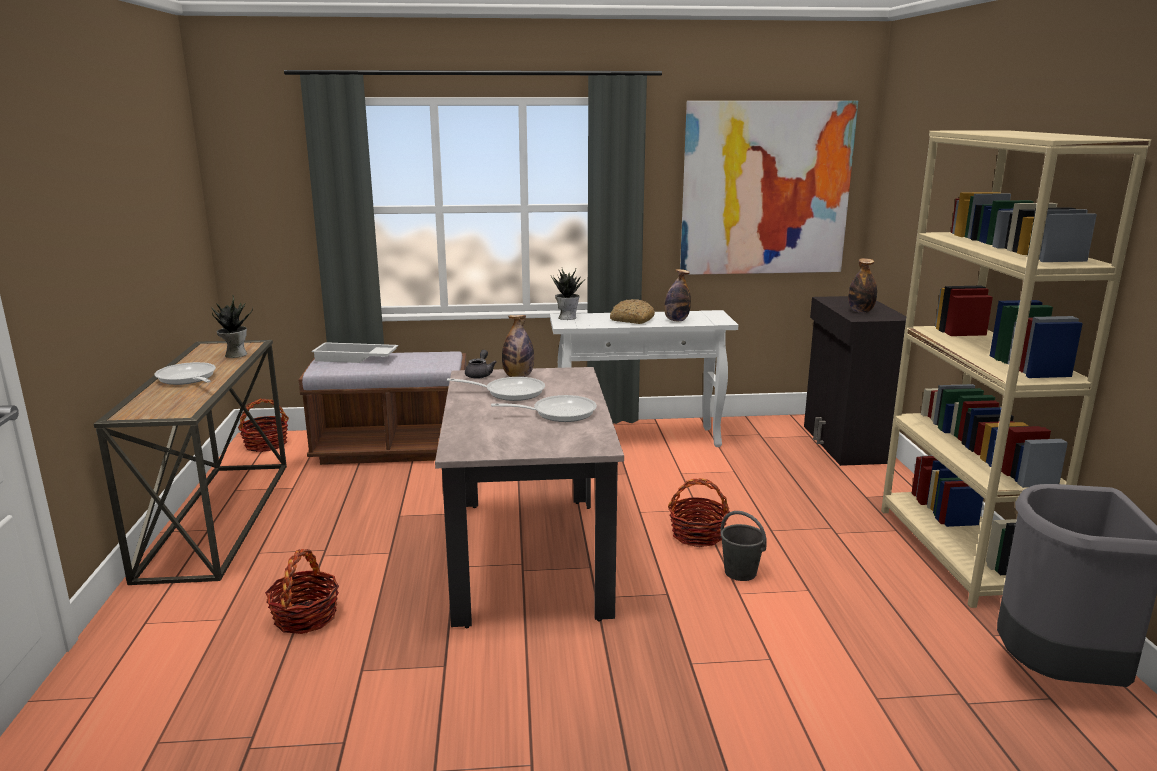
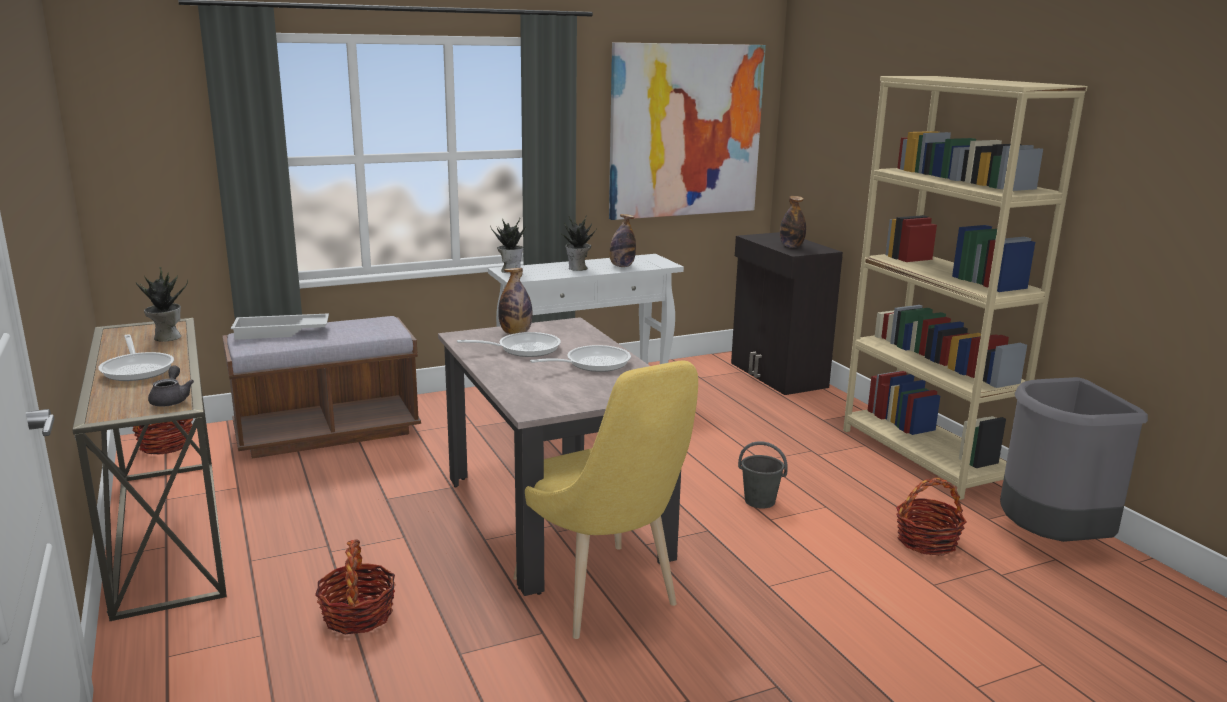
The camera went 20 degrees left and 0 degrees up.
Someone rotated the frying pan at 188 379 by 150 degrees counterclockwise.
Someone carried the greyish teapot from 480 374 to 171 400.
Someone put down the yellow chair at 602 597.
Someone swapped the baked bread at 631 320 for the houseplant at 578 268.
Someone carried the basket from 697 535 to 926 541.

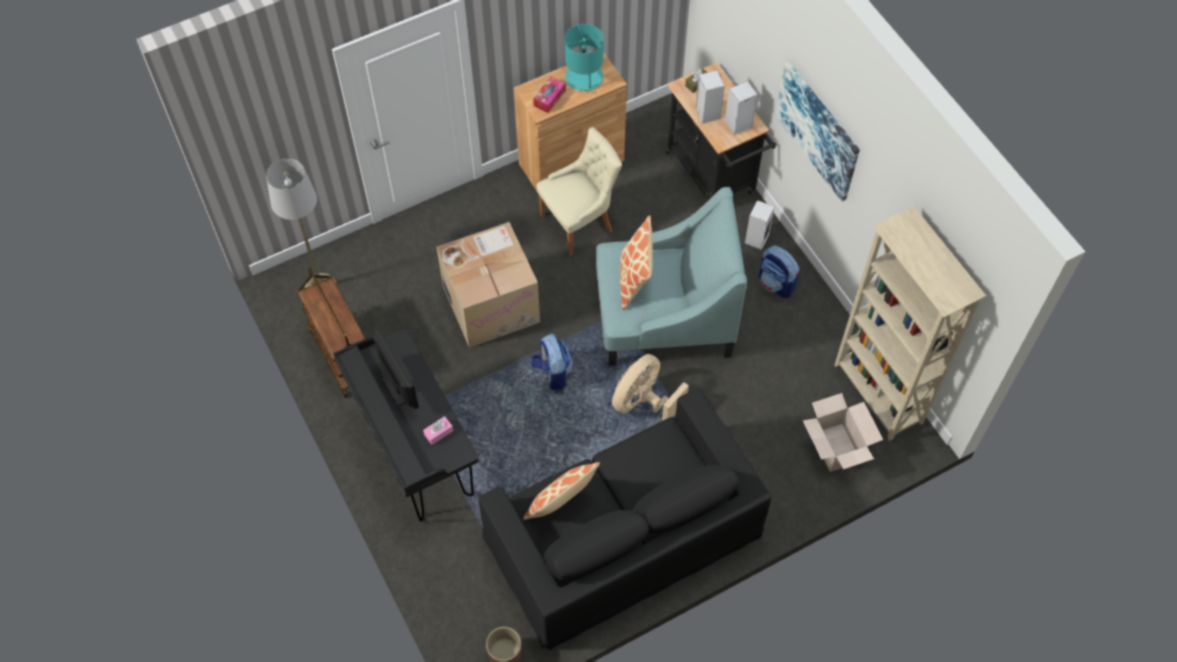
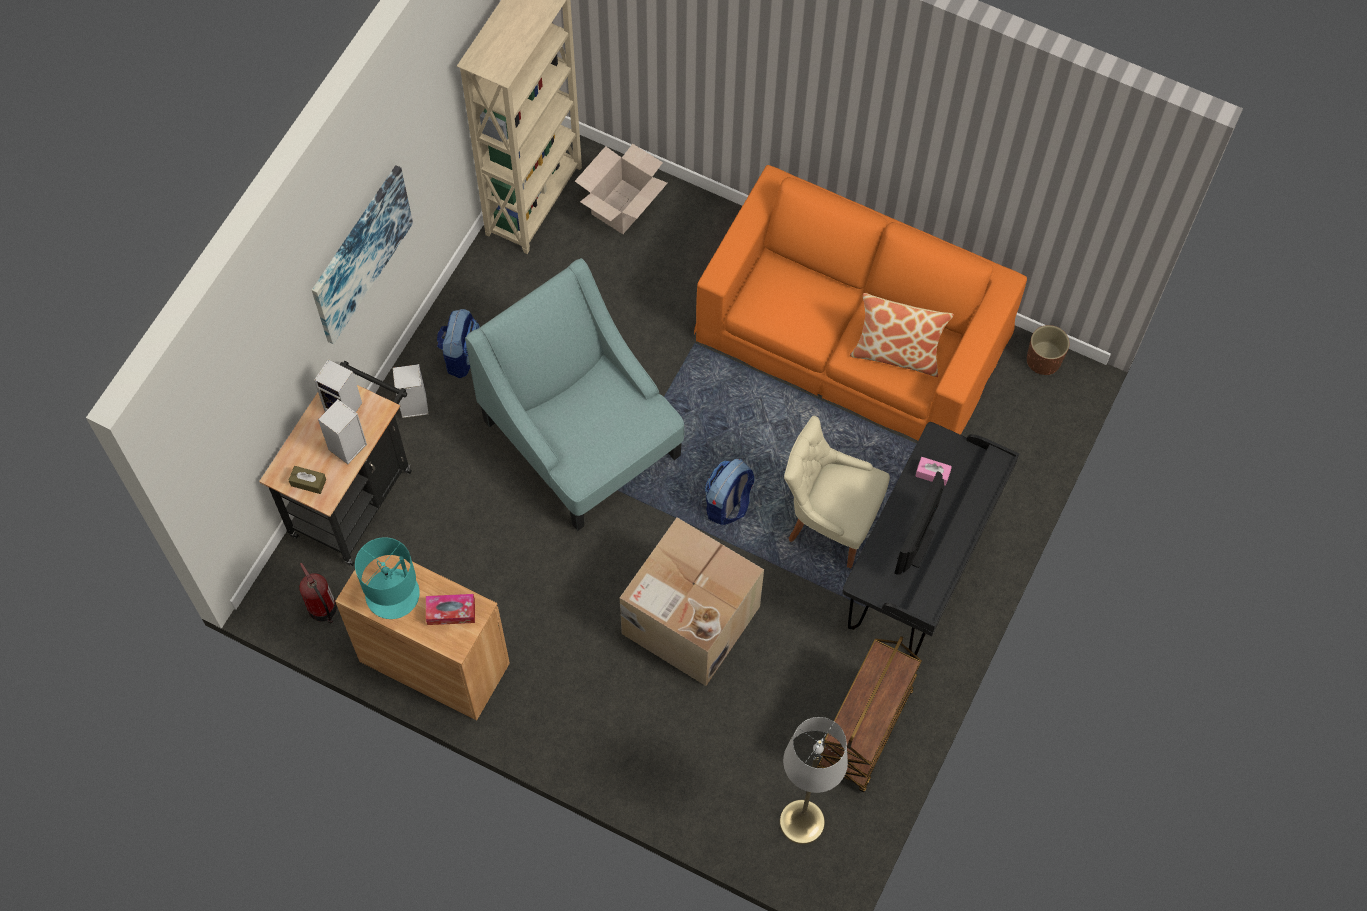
The camera went 125 degrees left and 5 degrees up.
Someone put down the fire-fighting cylinder at 323 609.
Someone repainted the black couch at 622 535, which became the orange-coloured couch at 854 333.
Someone carried the beige chair from 579 222 to 829 521.
Someone took away the beige cooling fan at 643 402.
Someone took away the pillow at 635 279.

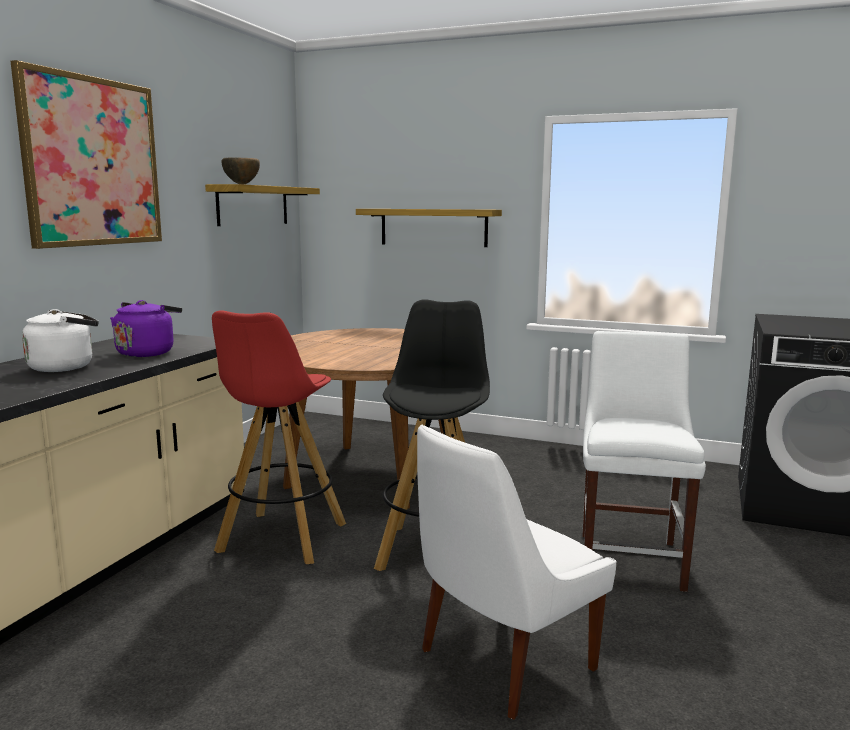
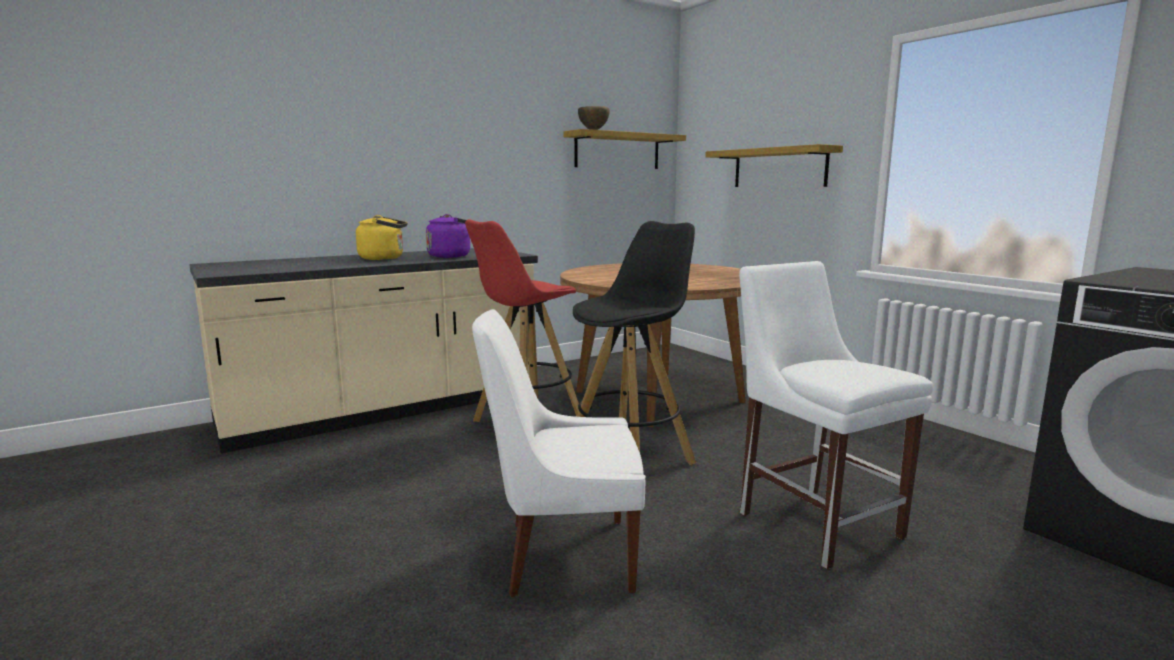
The camera went 35 degrees right and 0 degrees up.
Someone repainted the white-coloured kettle at 65 367, which became the yellow kettle at 384 258.
Someone rotated the white-coloured chair at 630 557 by 75 degrees counterclockwise.
Someone took away the wall art at 92 162.

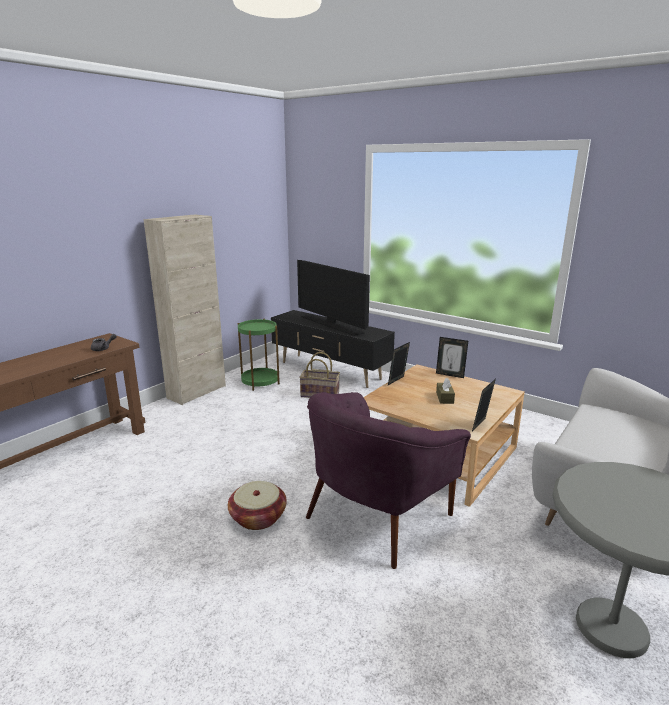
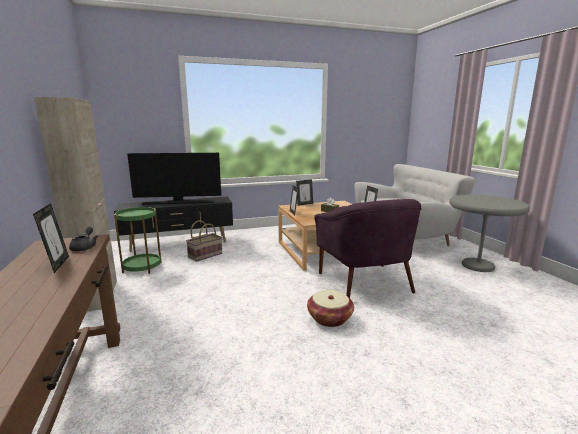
The camera went 55 degrees left and 5 degrees down.
Someone put down the standing frame at 57 264.

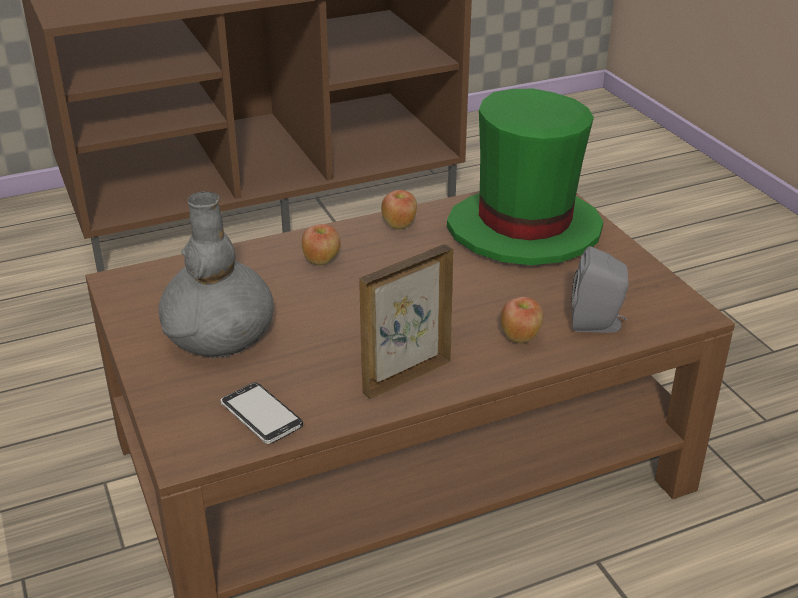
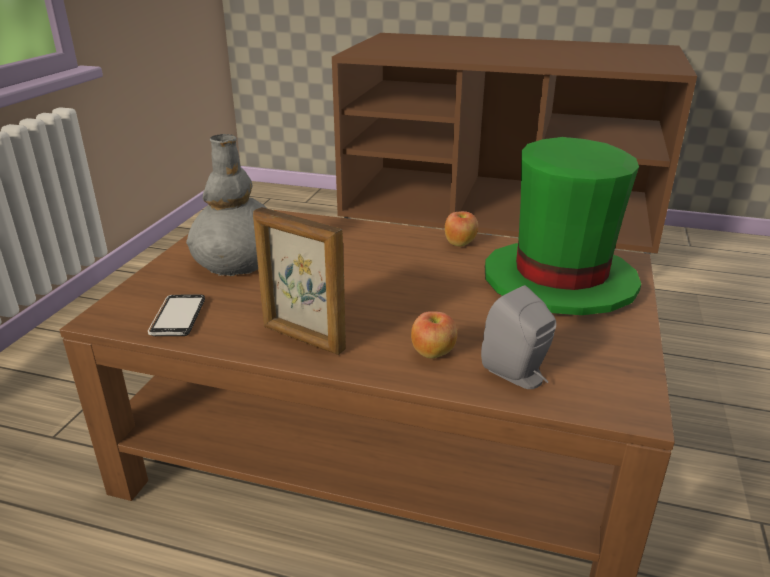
The camera went 40 degrees right and 5 degrees down.
Someone rotated the standing frame at 405 376 by 150 degrees counterclockwise.
Someone took away the apple at 322 261.

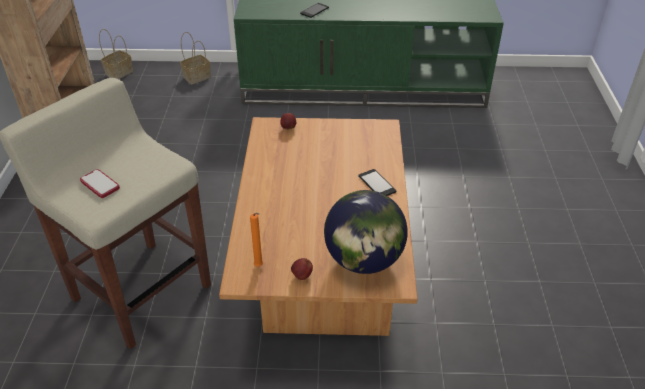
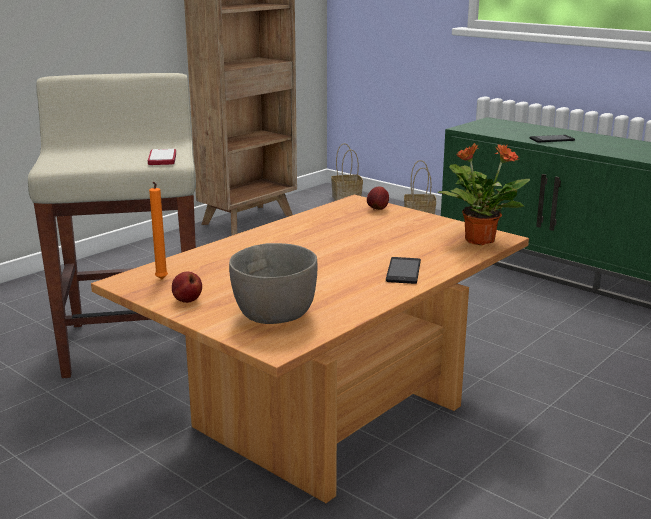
The camera went 40 degrees right and 20 degrees down.
Someone carried the handset from 100 184 to 162 159.
Someone swapped the world globe at 363 260 for the greyish serving bowl at 273 316.
Someone put down the houseplant at 478 240.

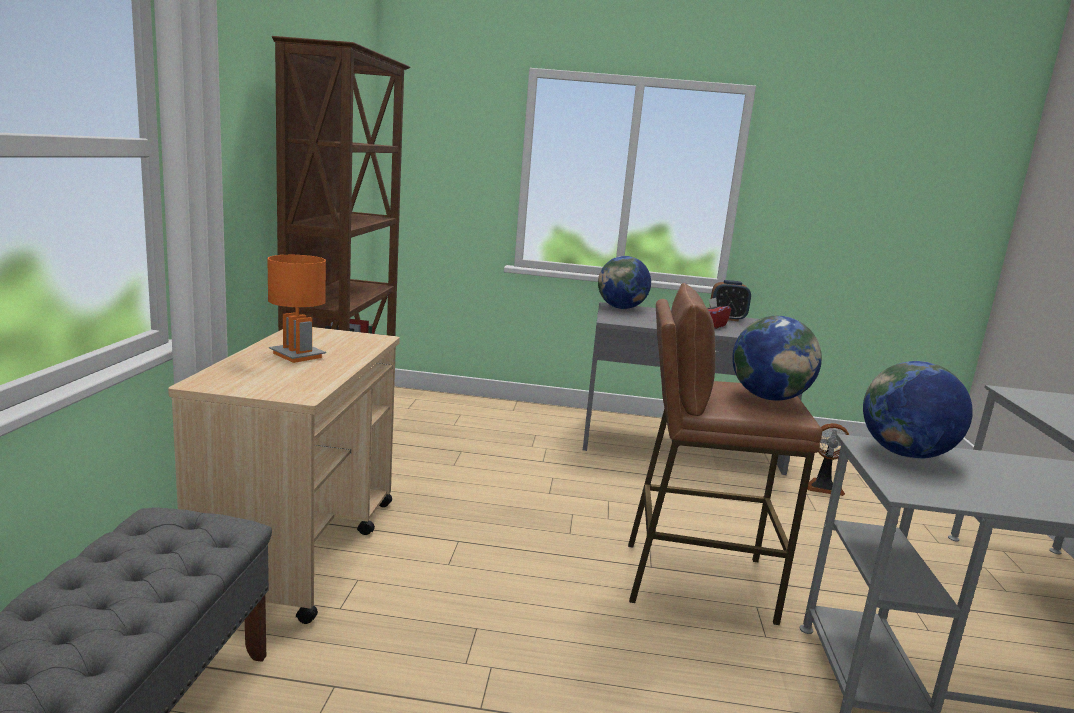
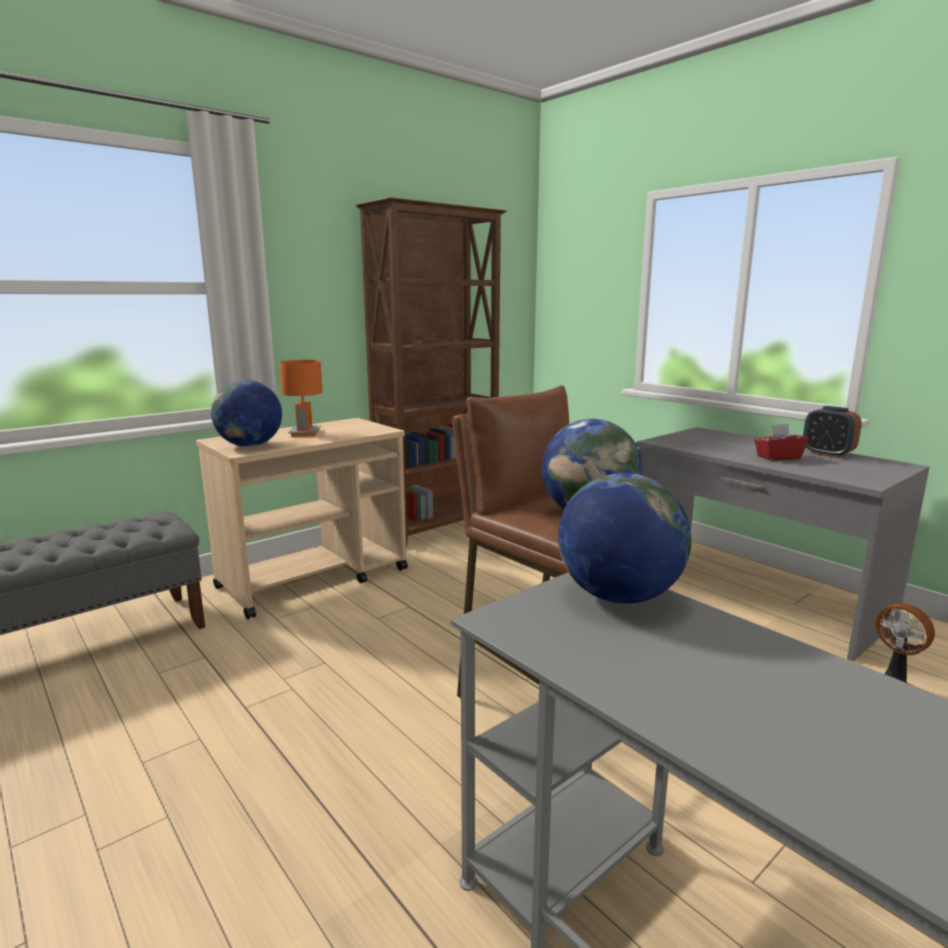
The camera went 45 degrees right and 0 degrees up.
Someone carried the world globe from 621 308 to 250 446.

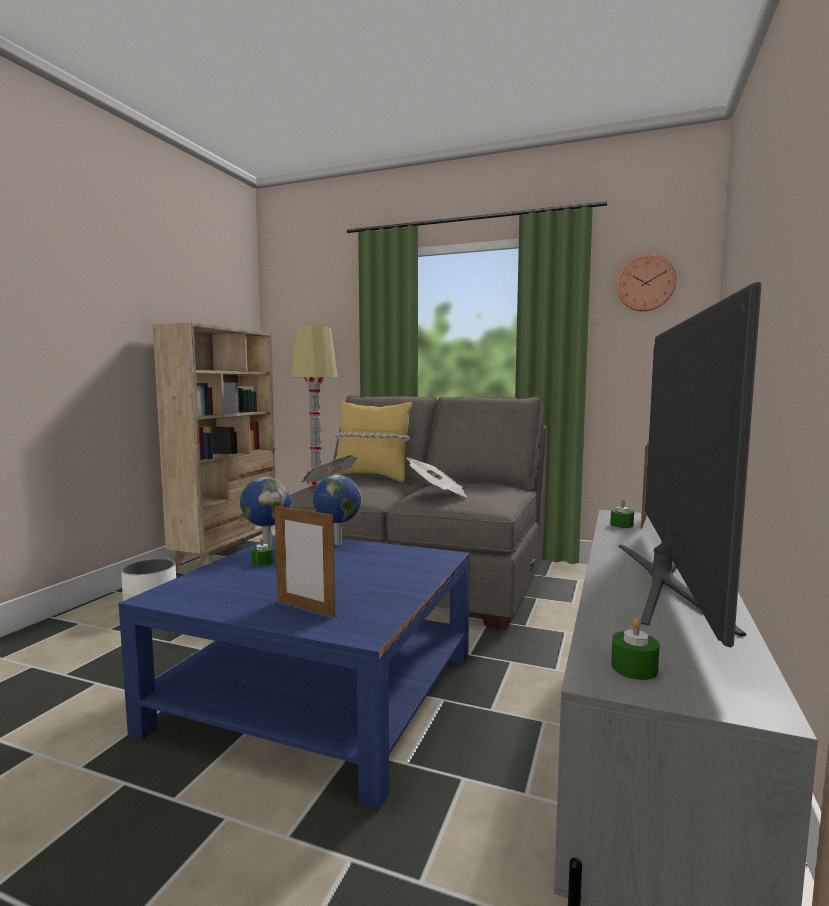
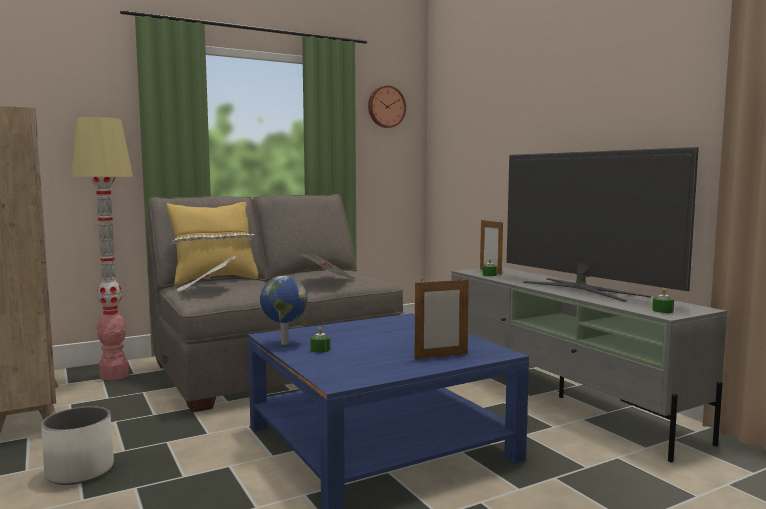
The camera went 50 degrees left and 0 degrees up.
Someone took away the world globe at 337 544.

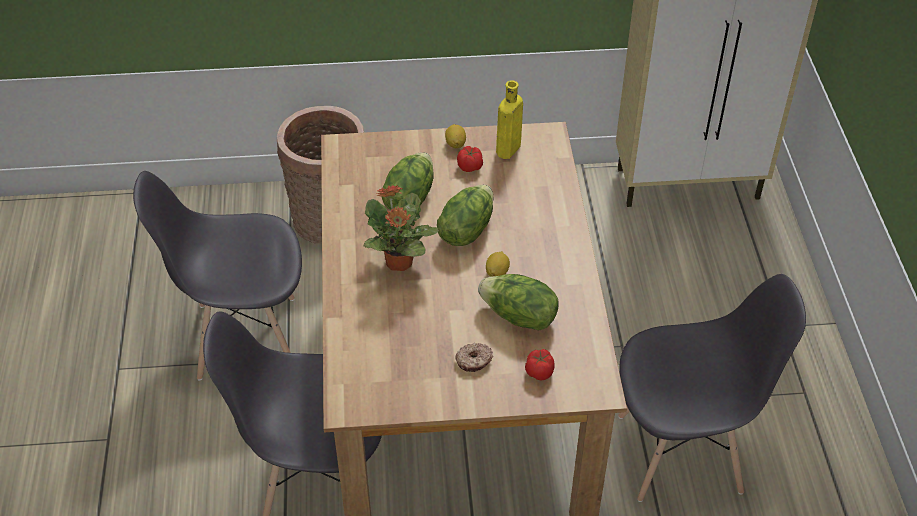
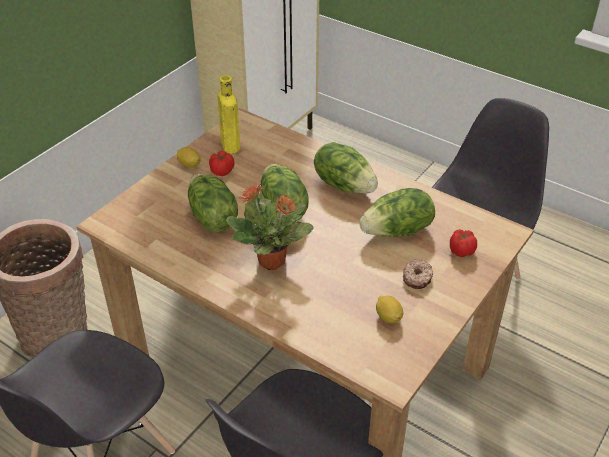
The camera went 50 degrees left and 5 degrees down.
Someone put down the lettuce head at 344 184.
Someone carried the whole lemon from 497 272 to 388 317.

